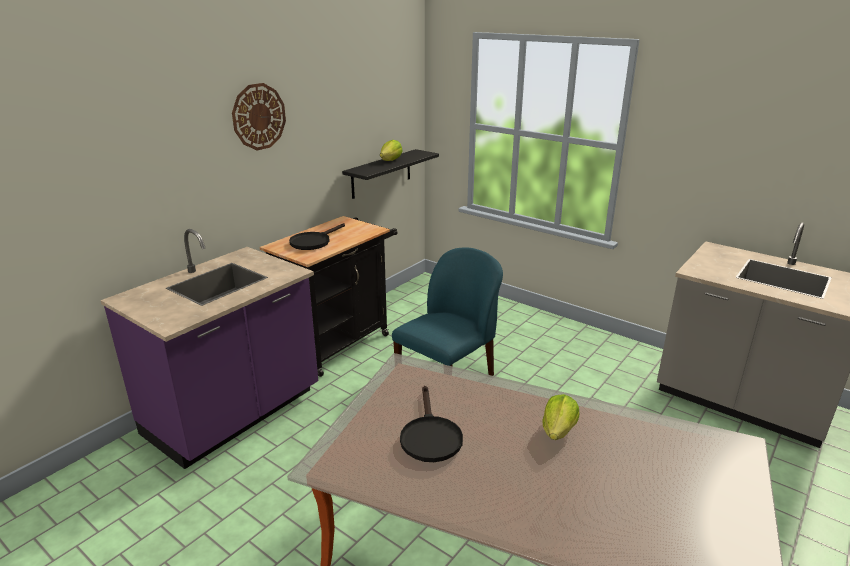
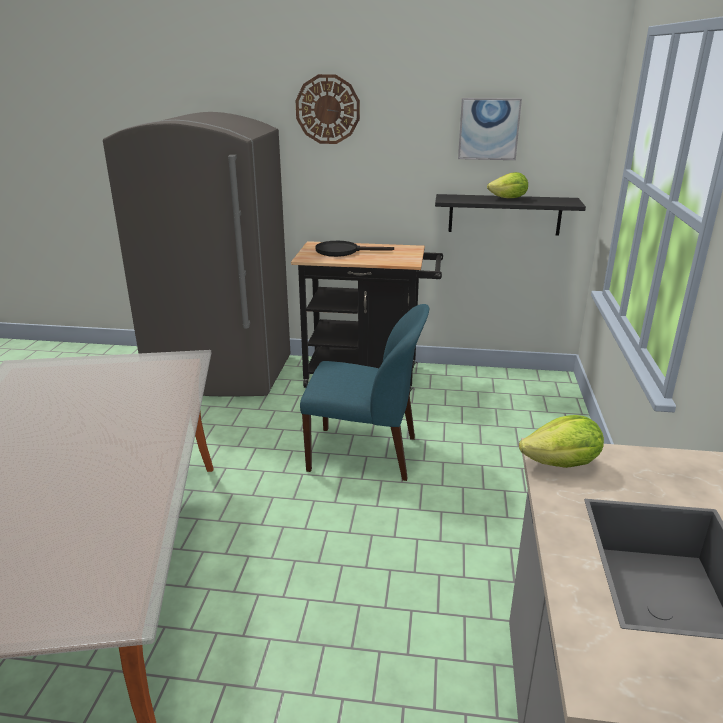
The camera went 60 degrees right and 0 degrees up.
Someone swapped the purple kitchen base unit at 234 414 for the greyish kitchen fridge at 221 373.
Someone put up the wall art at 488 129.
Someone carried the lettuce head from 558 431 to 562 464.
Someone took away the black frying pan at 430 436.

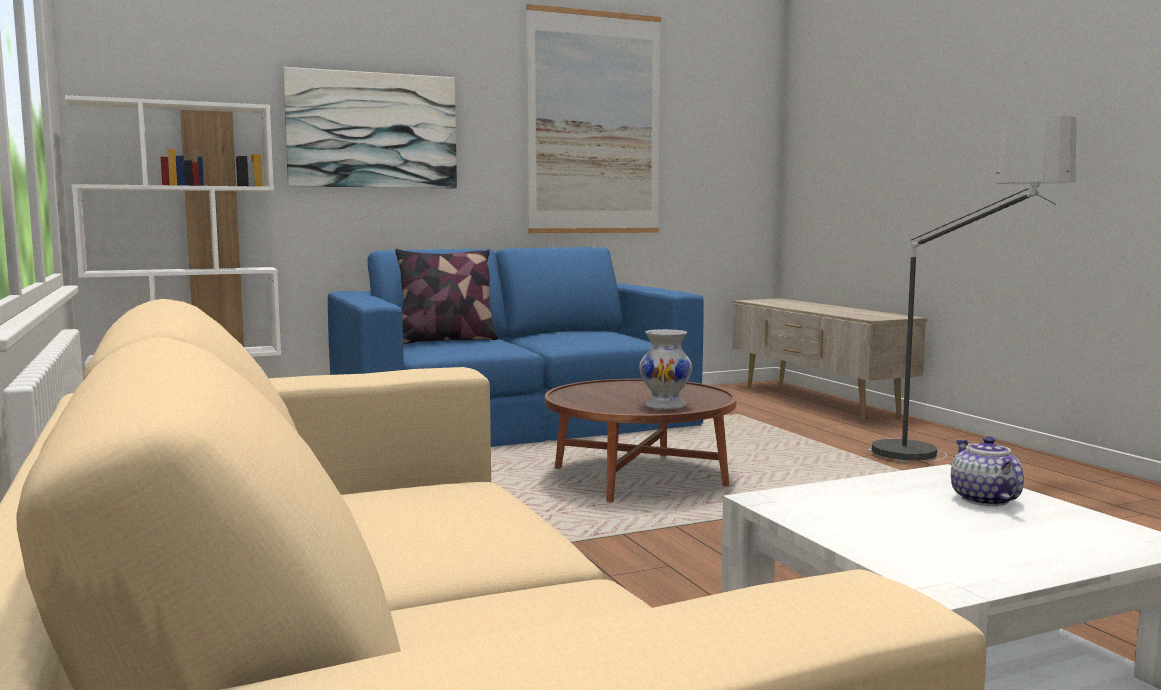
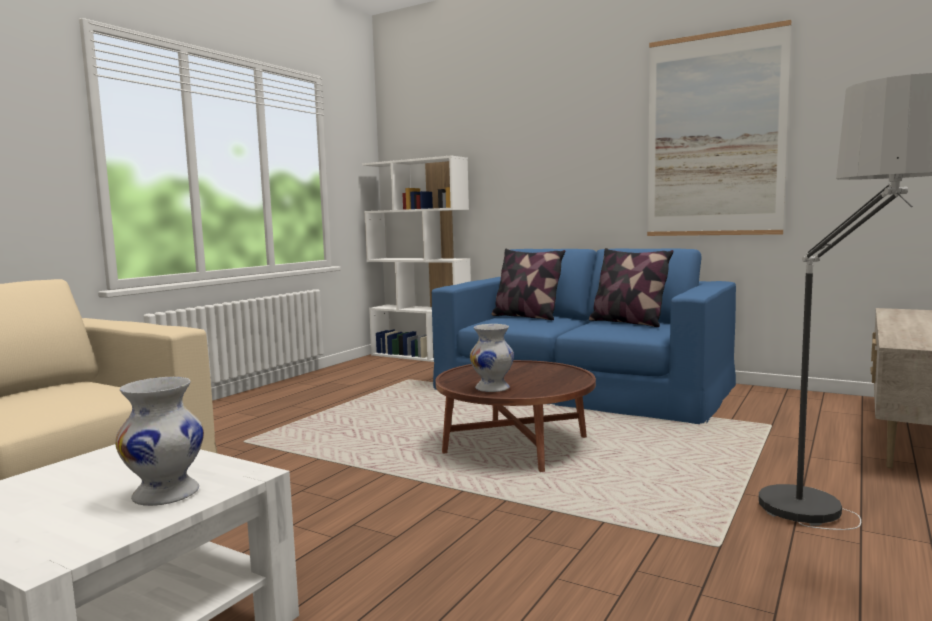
The camera went 55 degrees right and 0 degrees up.
Someone swapped the teapot at 984 500 for the white-coloured decorative vase at 164 494.
Someone put down the pillow at 628 322.
Someone took away the wall art at 372 130.

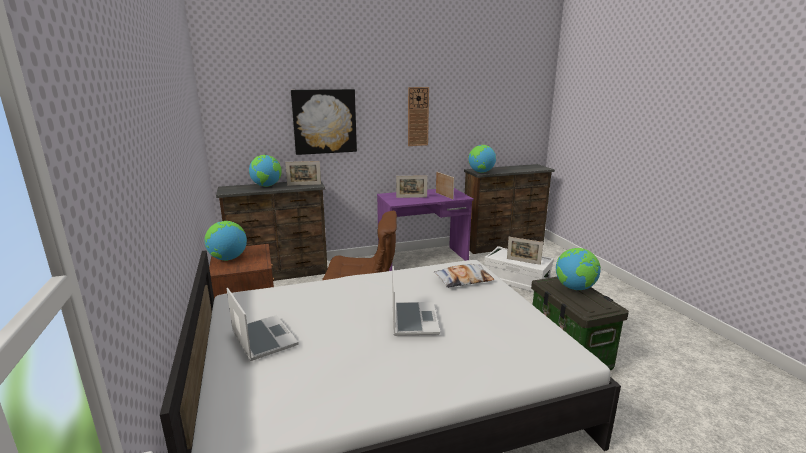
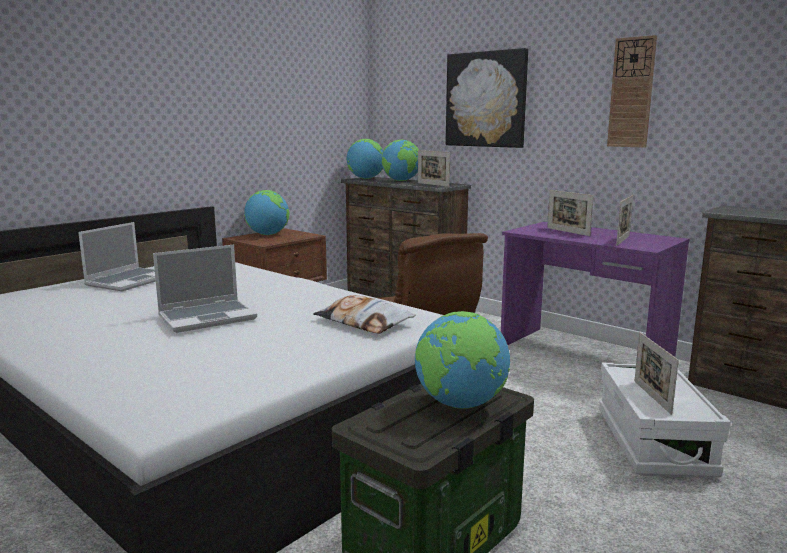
The camera went 60 degrees right and 5 degrees down.
Someone carried the world globe from 481 172 to 365 178.

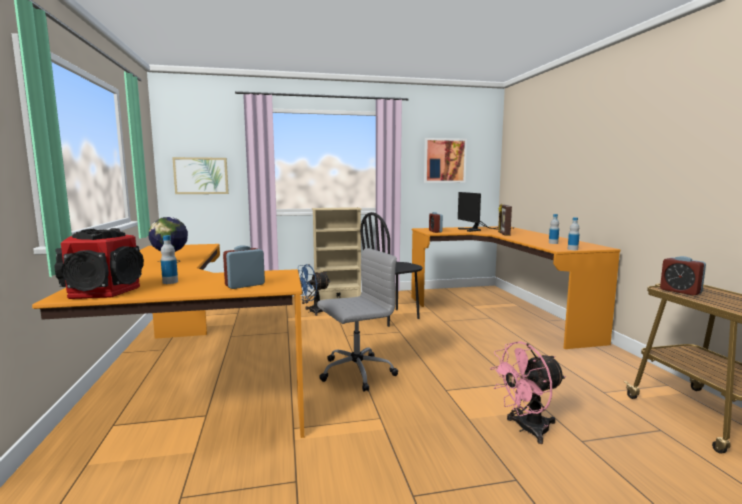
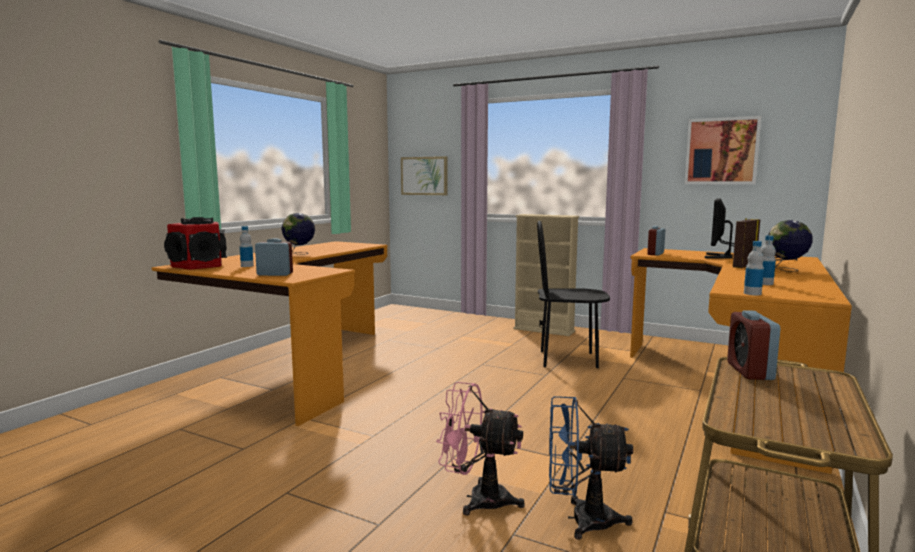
The camera went 40 degrees right and 0 degrees up.
Someone carried the blue cooling fan from 312 311 to 580 519.
Someone put down the world globe at 786 270.
Someone took away the greyish desk chair at 355 372.

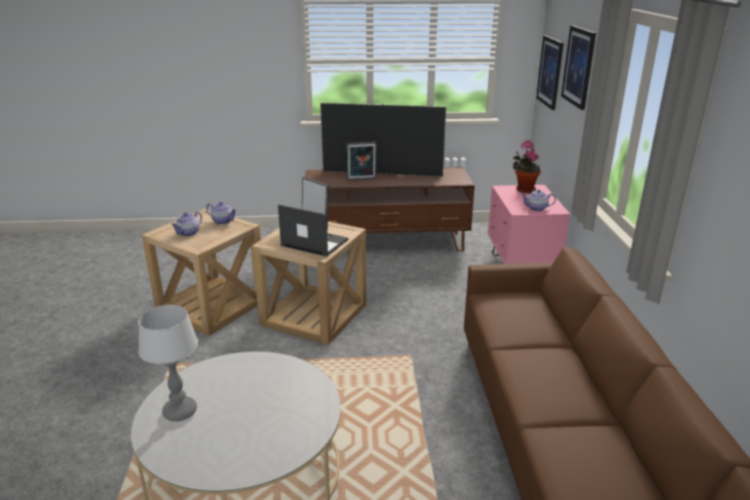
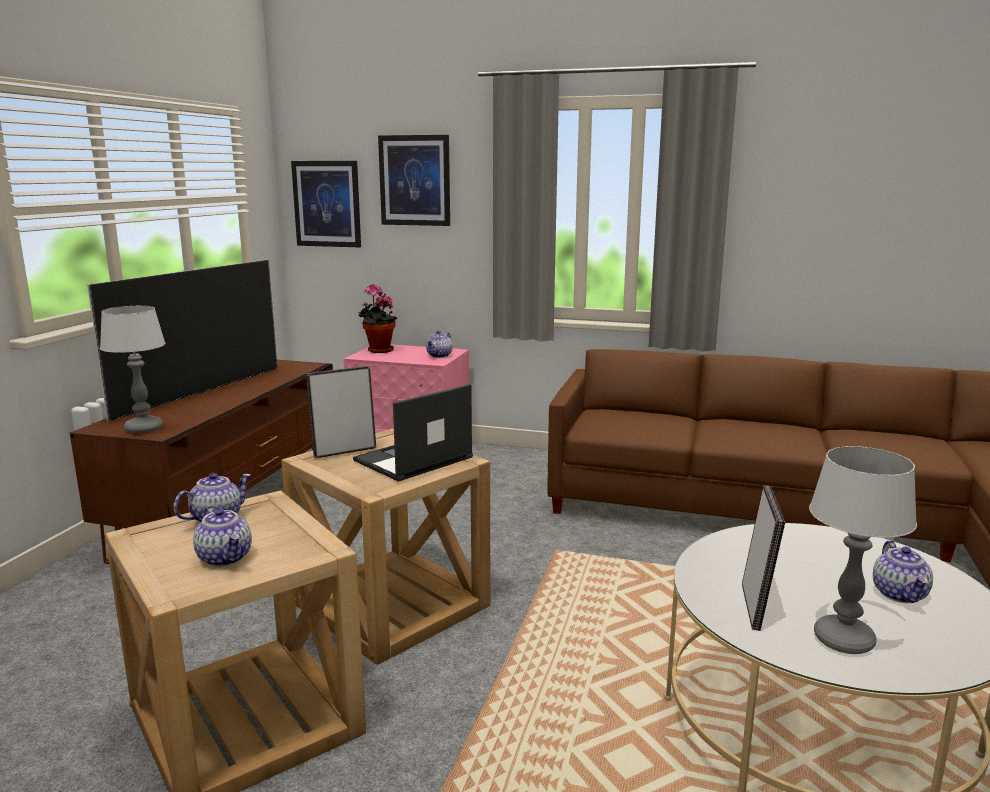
The camera went 70 degrees left and 10 degrees down.
Someone put down the lamp for a table at 145 429.
Someone carried the standing frame from 361 179 to 756 607.
Someone put down the teapot at 900 594.

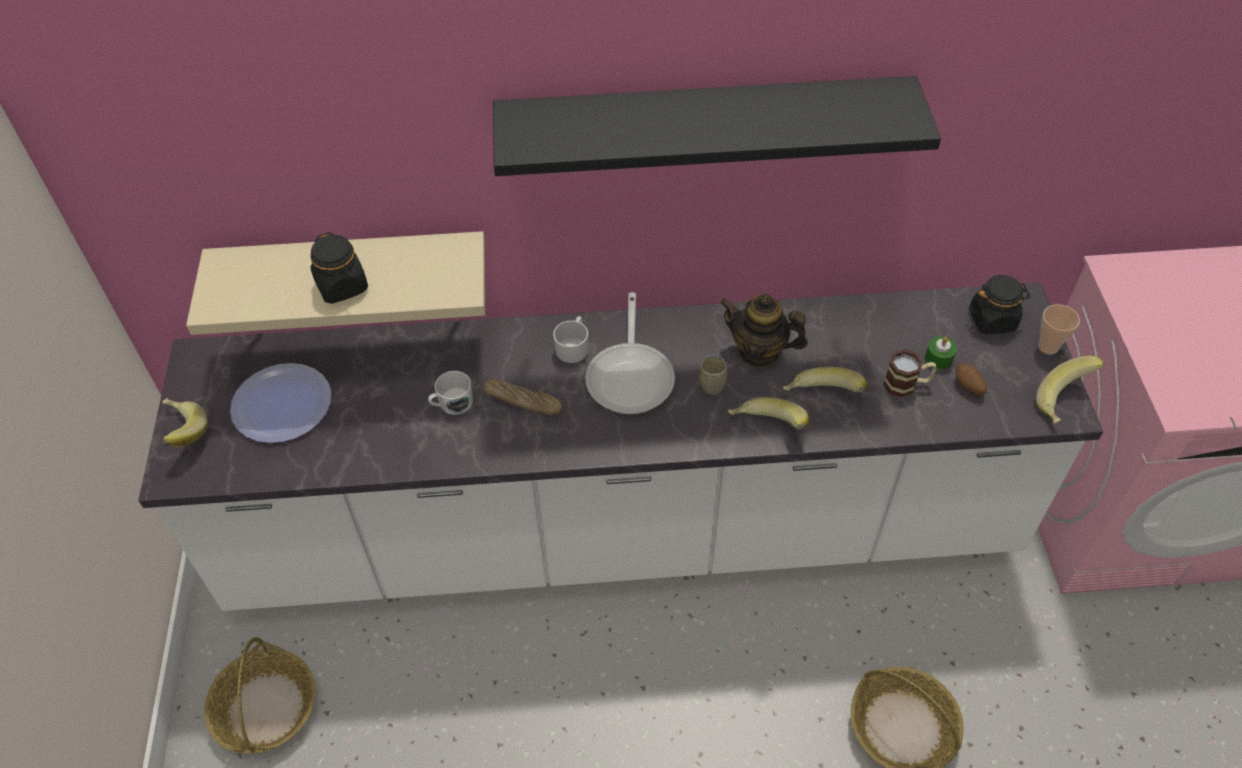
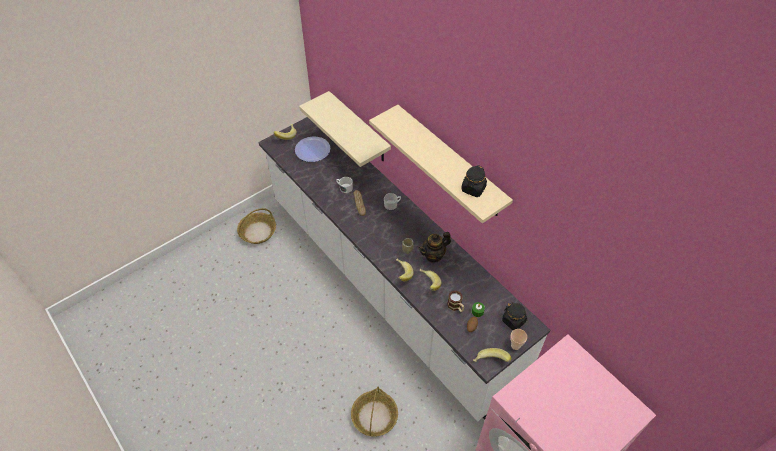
The camera went 55 degrees right and 0 degrees up.
Someone repainted the black shelf at 704 124, which became the beige shelf at 450 161.
Someone rotated the teapot at 759 352 by 105 degrees counterclockwise.
Someone carried the black jar from 342 286 to 473 189.
Someone took away the frying pan at 631 376.

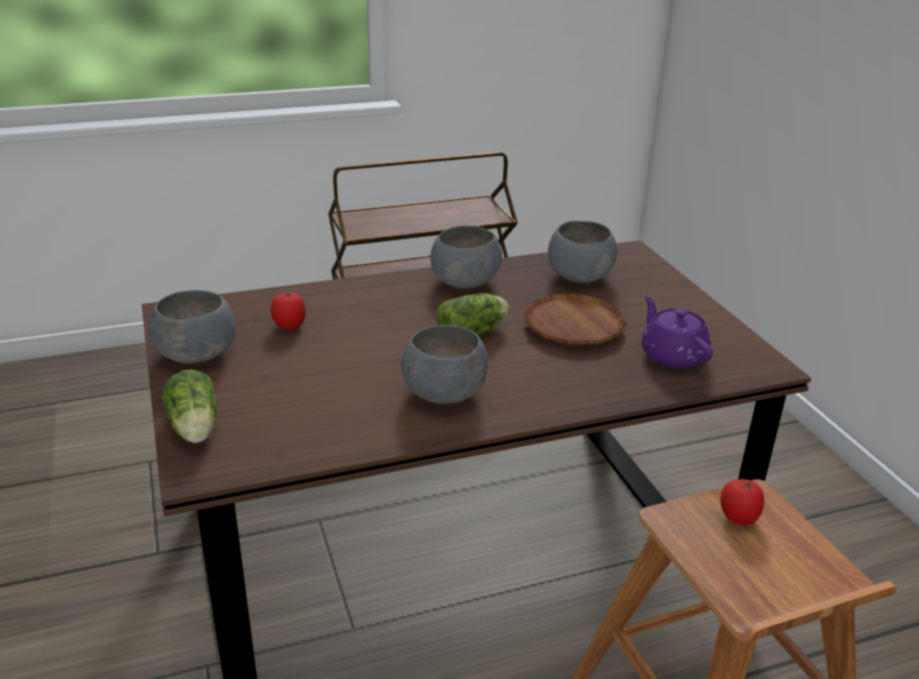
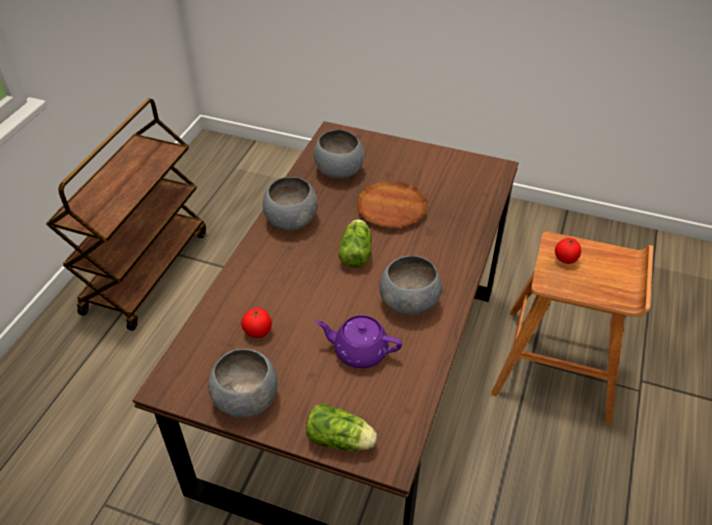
The camera went 50 degrees left and 15 degrees up.
Someone carried the purple teapot from 672 355 to 359 351.

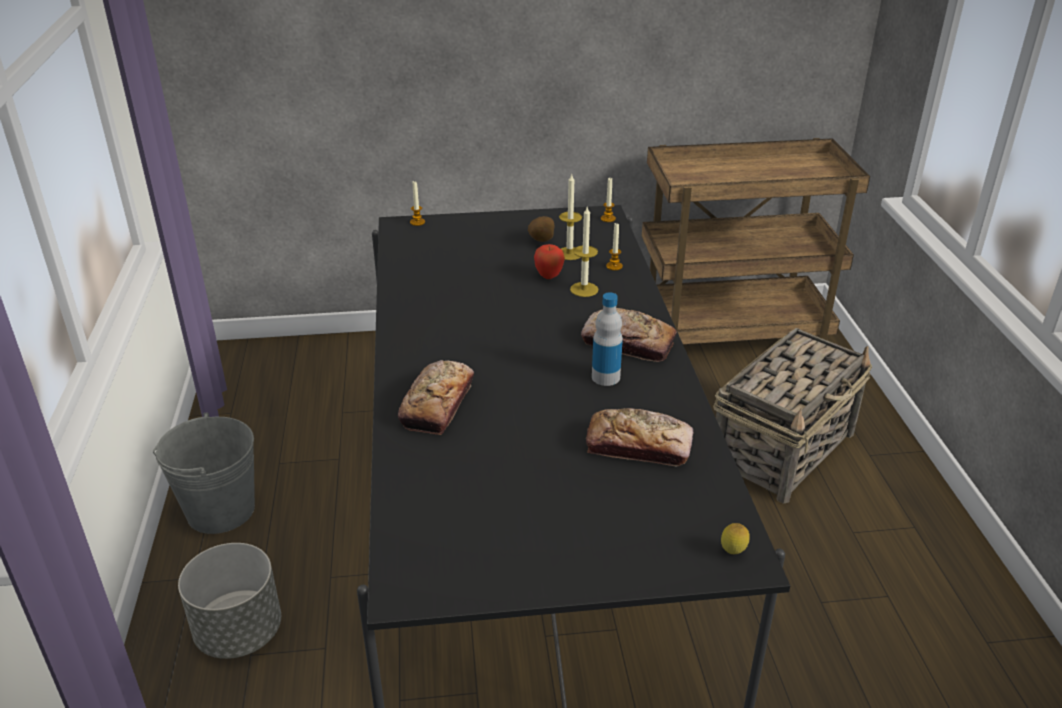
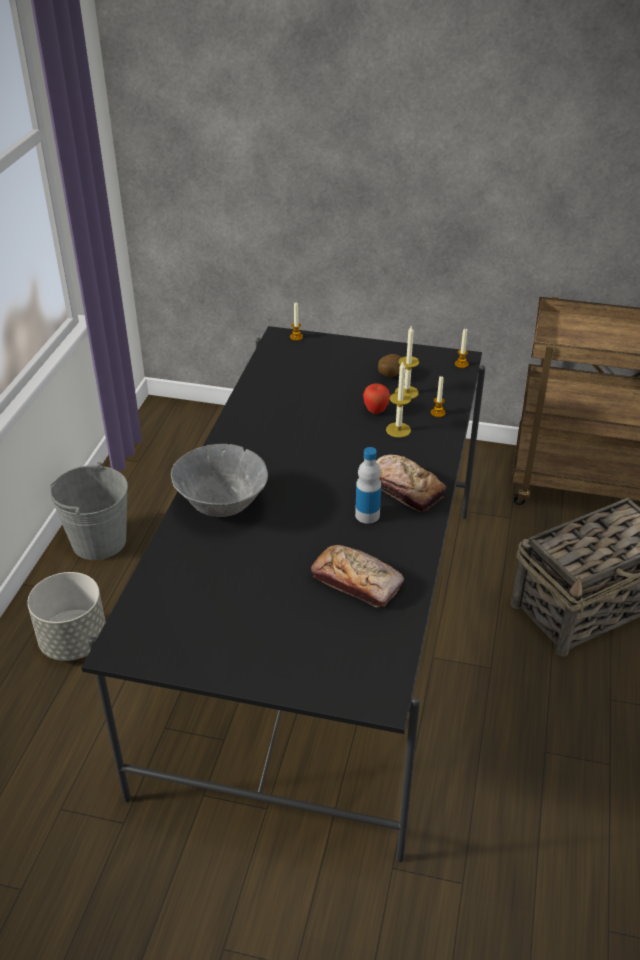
The camera went 20 degrees right and 5 degrees up.
Someone swapped the baked bread at 437 404 for the greyish serving bowl at 222 507.
Someone took away the whole lemon at 732 553.

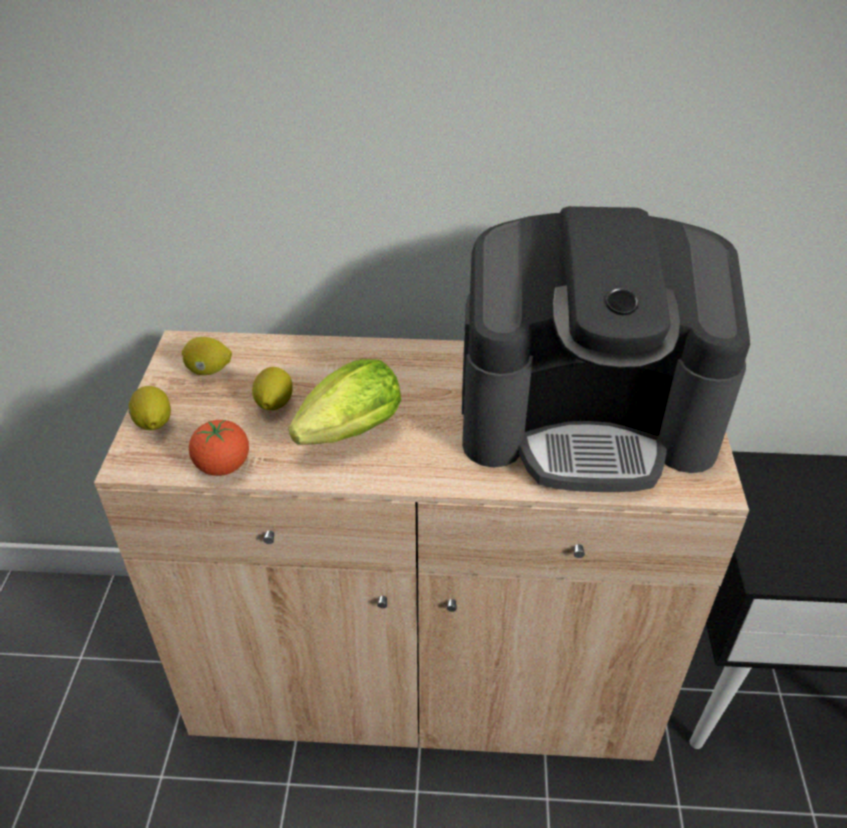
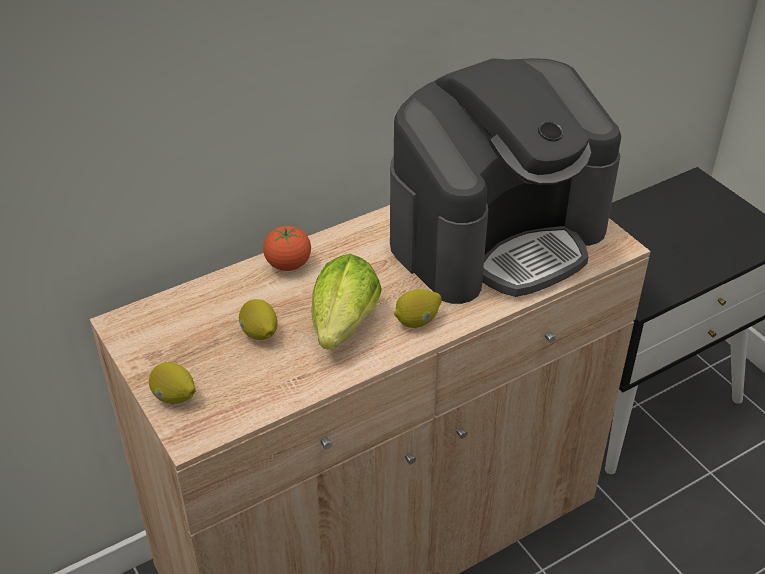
The camera went 35 degrees left and 0 degrees up.
Someone carried the tomato from 223 466 to 288 264.
Someone carried the whole lemon from 209 371 to 417 321.

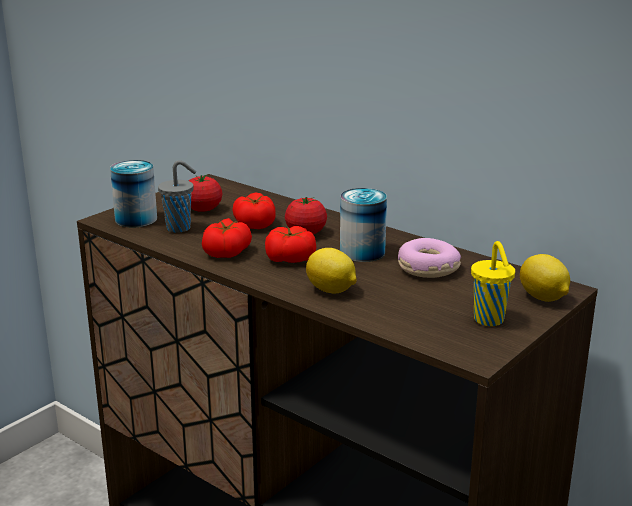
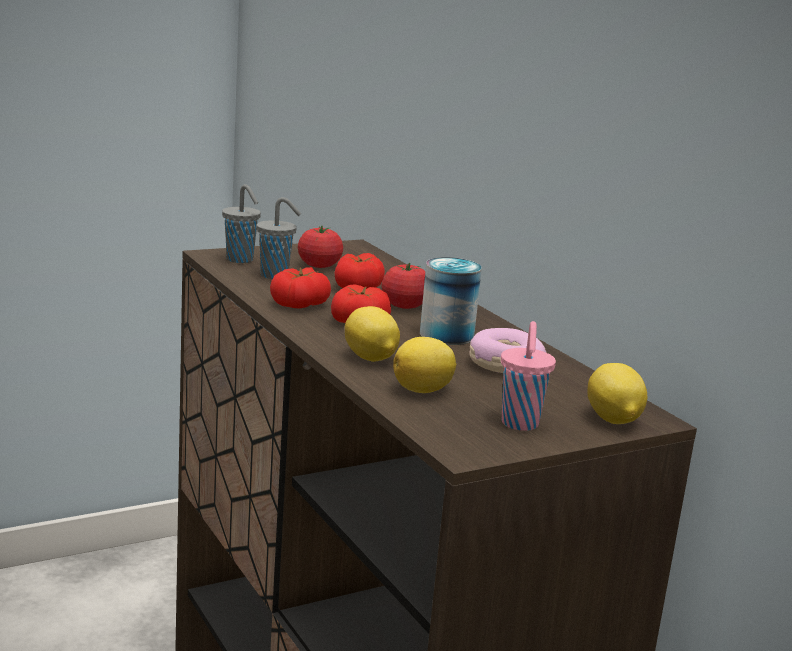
The camera went 20 degrees right and 5 degrees down.
Someone swapped the can at 136 219 for the greyish cup at 241 260.
Someone put down the whole lemon at 423 390.
Someone repainted the yellow cup at 489 321, which became the pink-coloured cup at 520 424.

